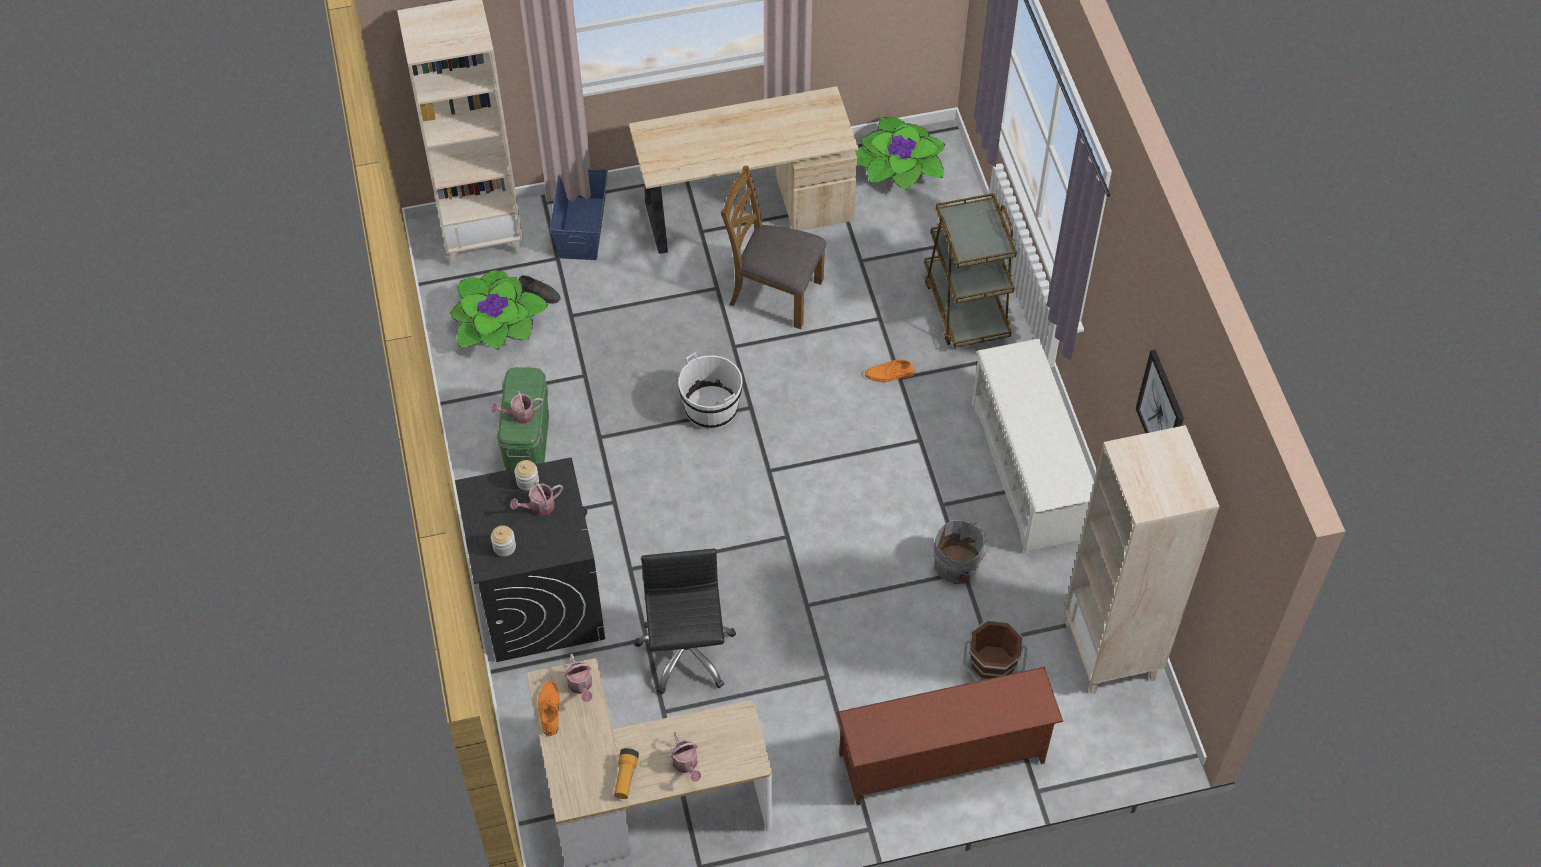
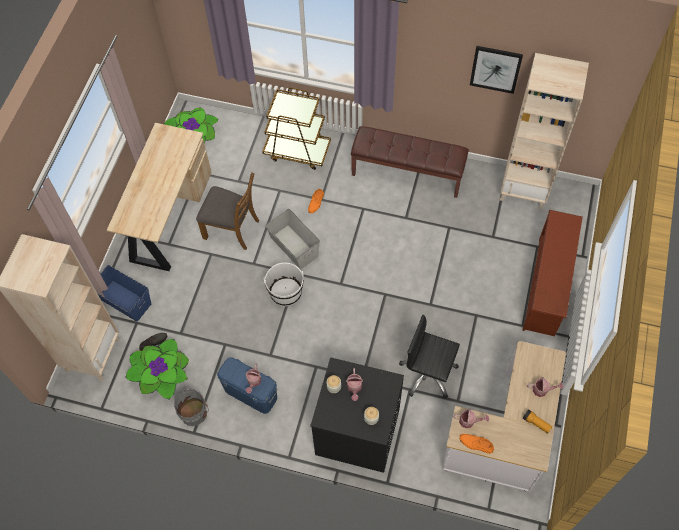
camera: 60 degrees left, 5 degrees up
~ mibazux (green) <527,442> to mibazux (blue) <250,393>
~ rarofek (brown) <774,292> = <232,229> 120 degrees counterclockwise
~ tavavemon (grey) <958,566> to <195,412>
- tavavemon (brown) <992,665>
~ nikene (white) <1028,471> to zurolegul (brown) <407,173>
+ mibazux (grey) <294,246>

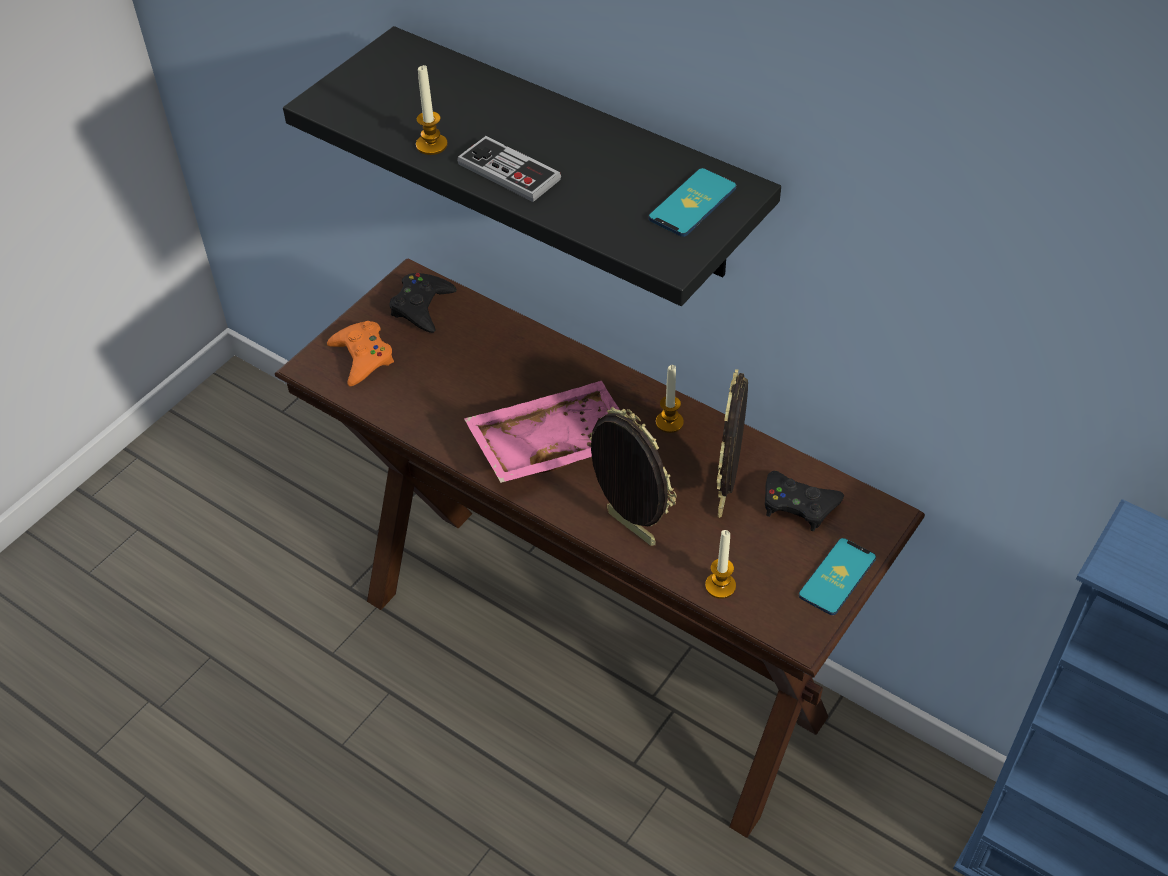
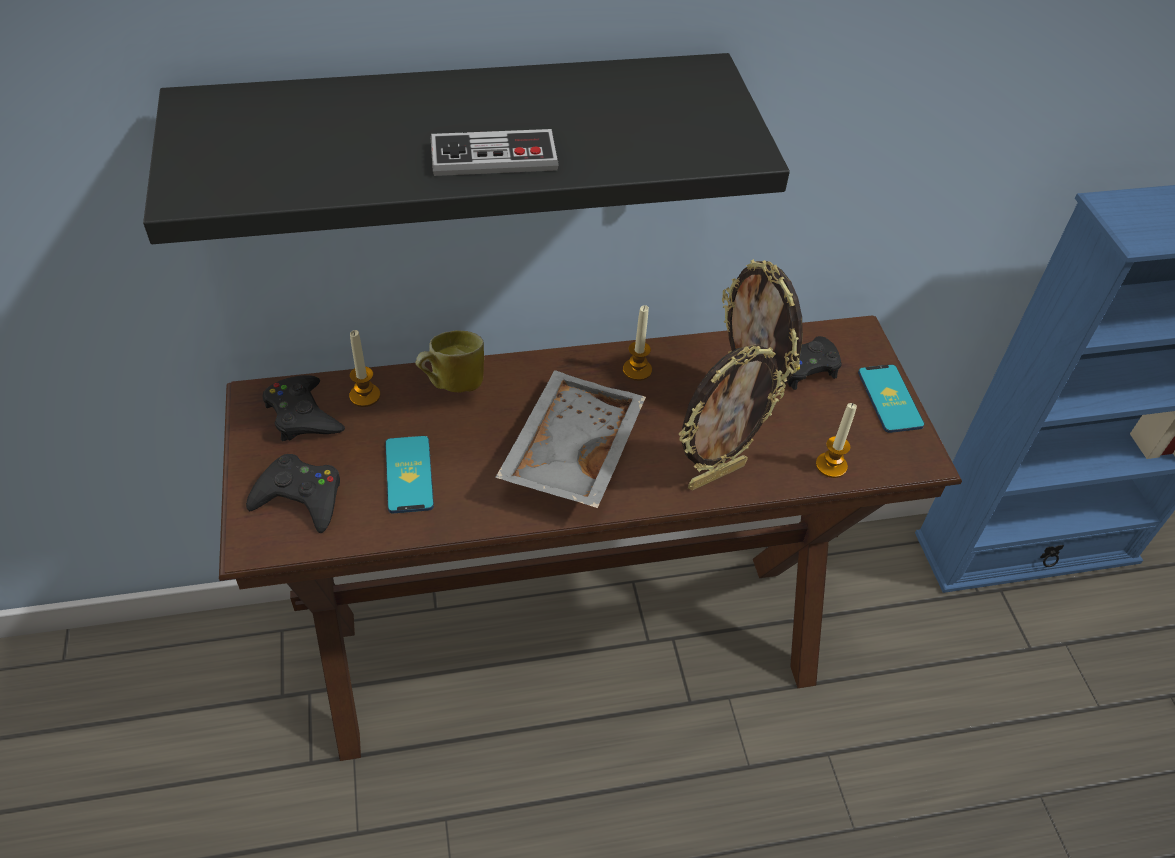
camera: 50 degrees left, 0 degrees up
~ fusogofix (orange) <362,357> to fusogofix (black) <300,498>
~ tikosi <431,145> to <365,396>
~ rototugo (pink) <552,443> to rototugo (grey) <570,451>
~ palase <628,529> = <715,474> 150 degrees clockwise
~ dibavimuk <692,203> to <409,474>
+ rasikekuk <452,384>

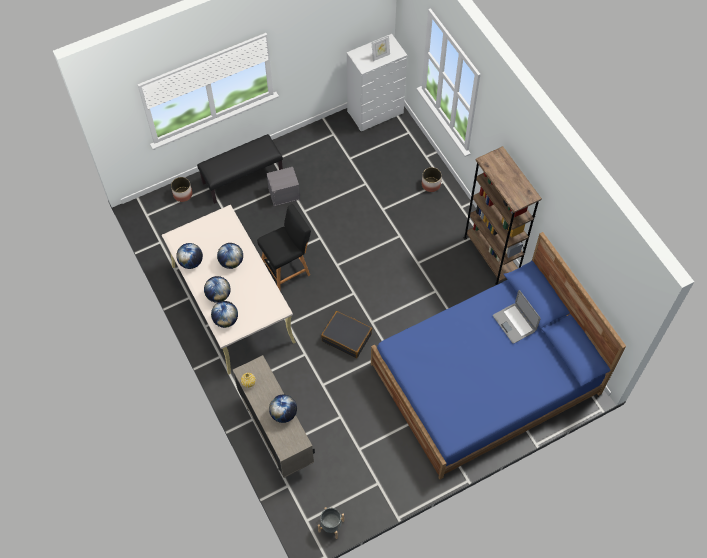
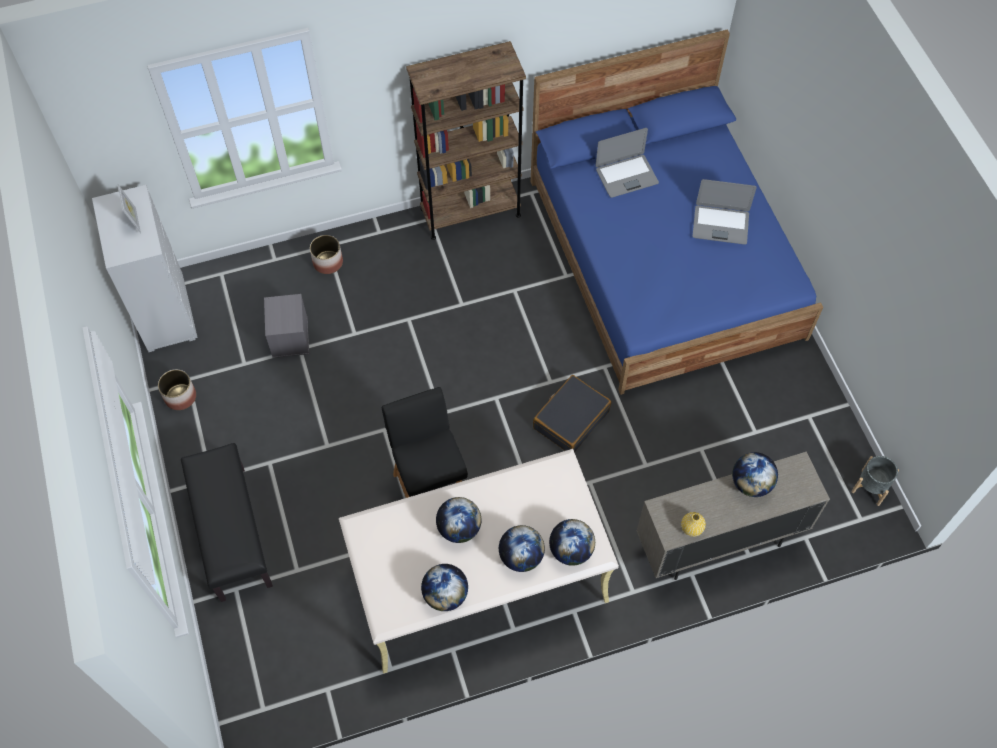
camera: 80 degrees left, 0 degrees up
~ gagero <183,194> to <180,397>
~ mibazux (grey) <284,193> to <289,336>
+ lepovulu <720,224>

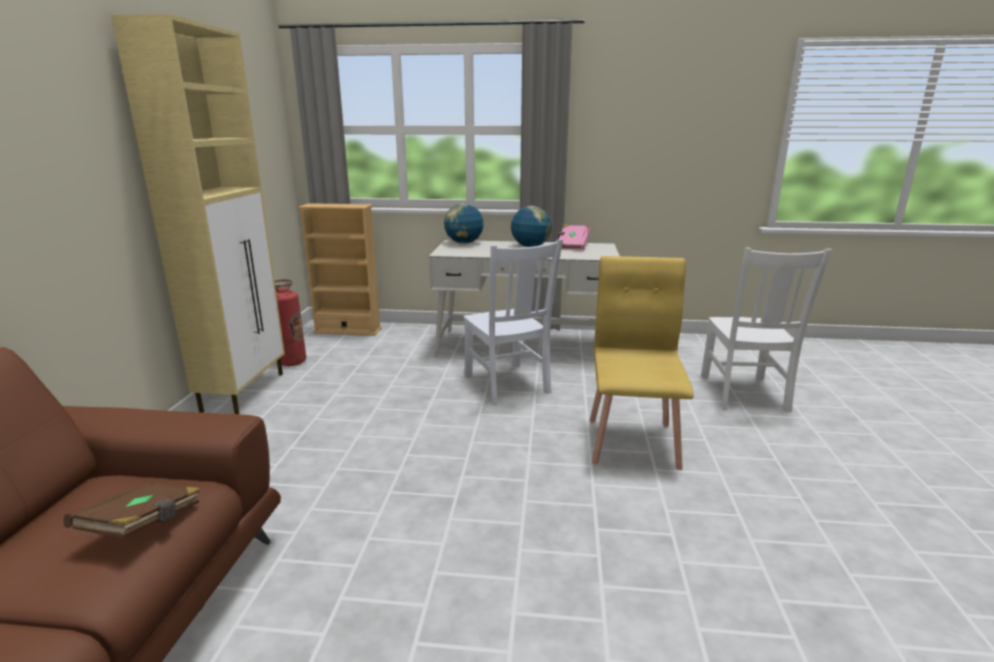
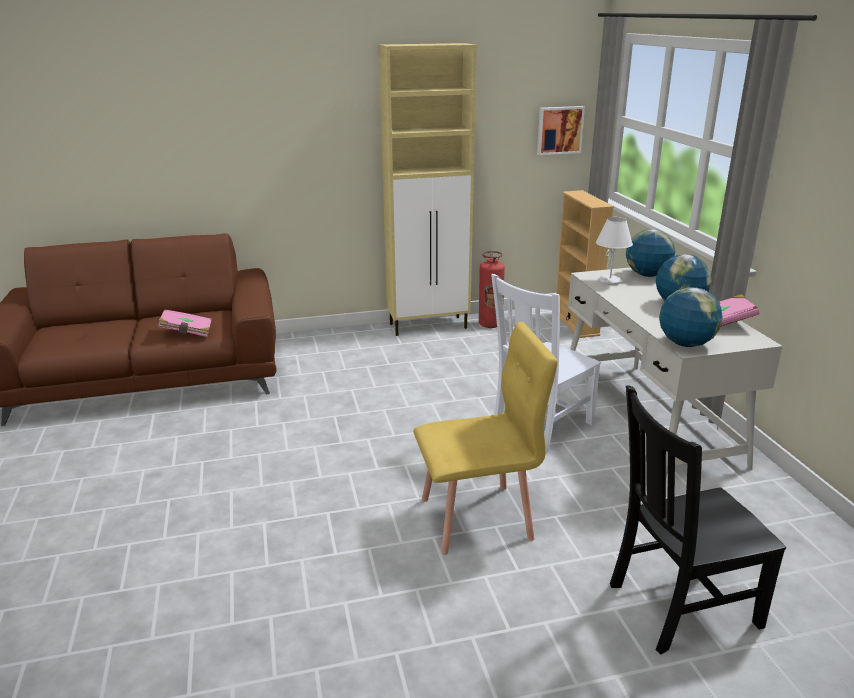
camera: 70 degrees right, 5 degrees up
~ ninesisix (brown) <144,525> to ninesisix (pink) <187,332>
~ rarofek (white) <744,394> to rarofek (black) <679,605>
+ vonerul <559,130>
+ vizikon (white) <610,281>
+ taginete <685,344>

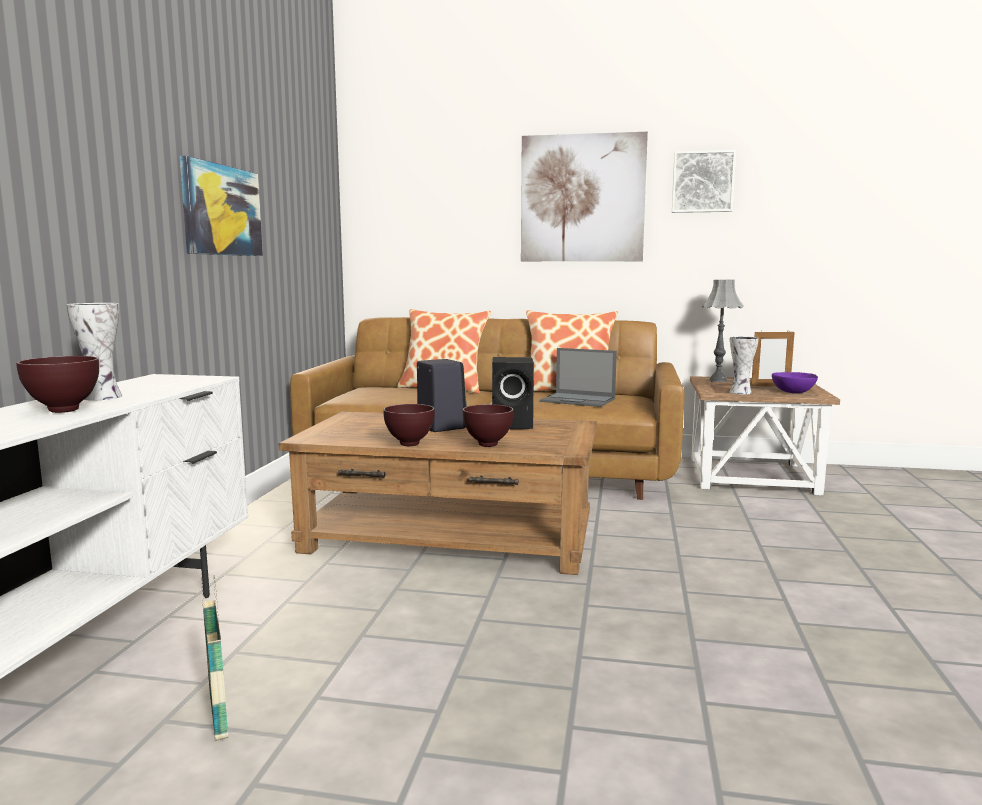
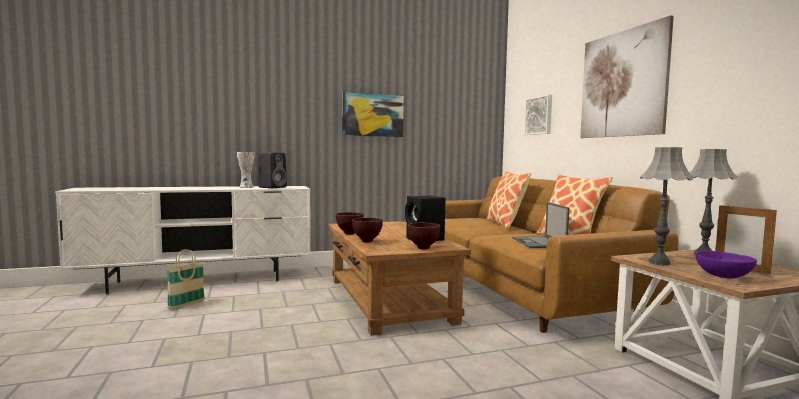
camera: 60 degrees right, 5 degrees down
~ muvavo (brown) <62,411> to <422,248>
~ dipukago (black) <440,427> to <273,187>
~ vonerul <702,182> to <539,115>
~ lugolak <740,392> to vizikon (grey) <659,263>

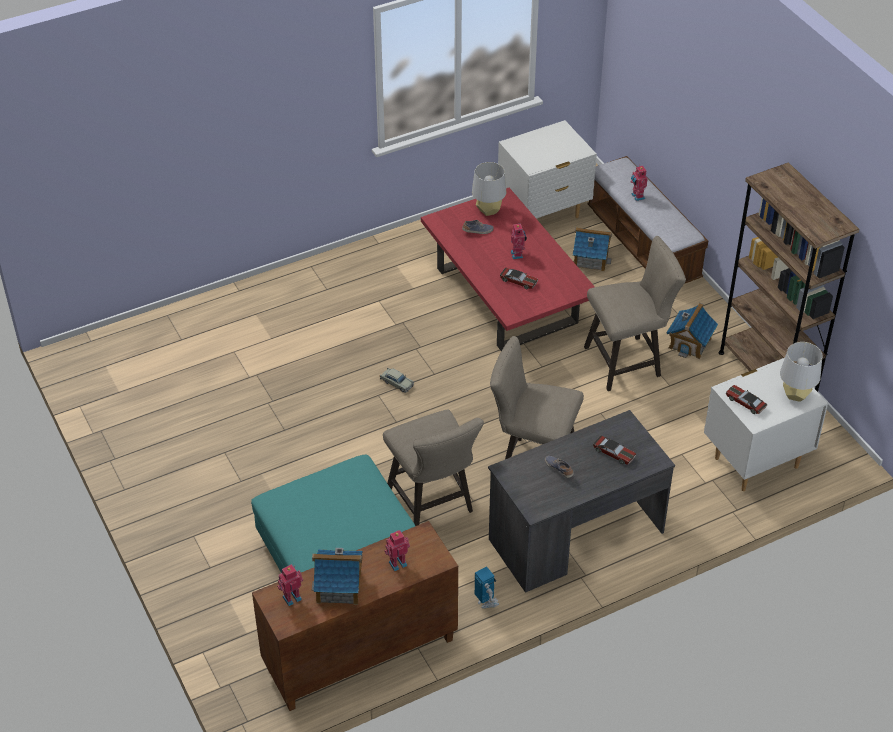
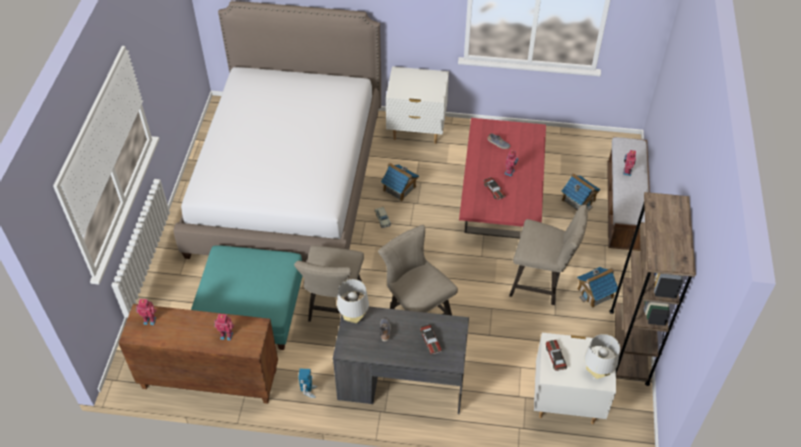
camera: 35 degrees right, 5 degrees up
~ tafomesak <339,587> to <399,189>
~ vizikon (grey) <488,211> to <353,317>
~ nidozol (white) <543,214> to <416,131>
+ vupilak <288,181>

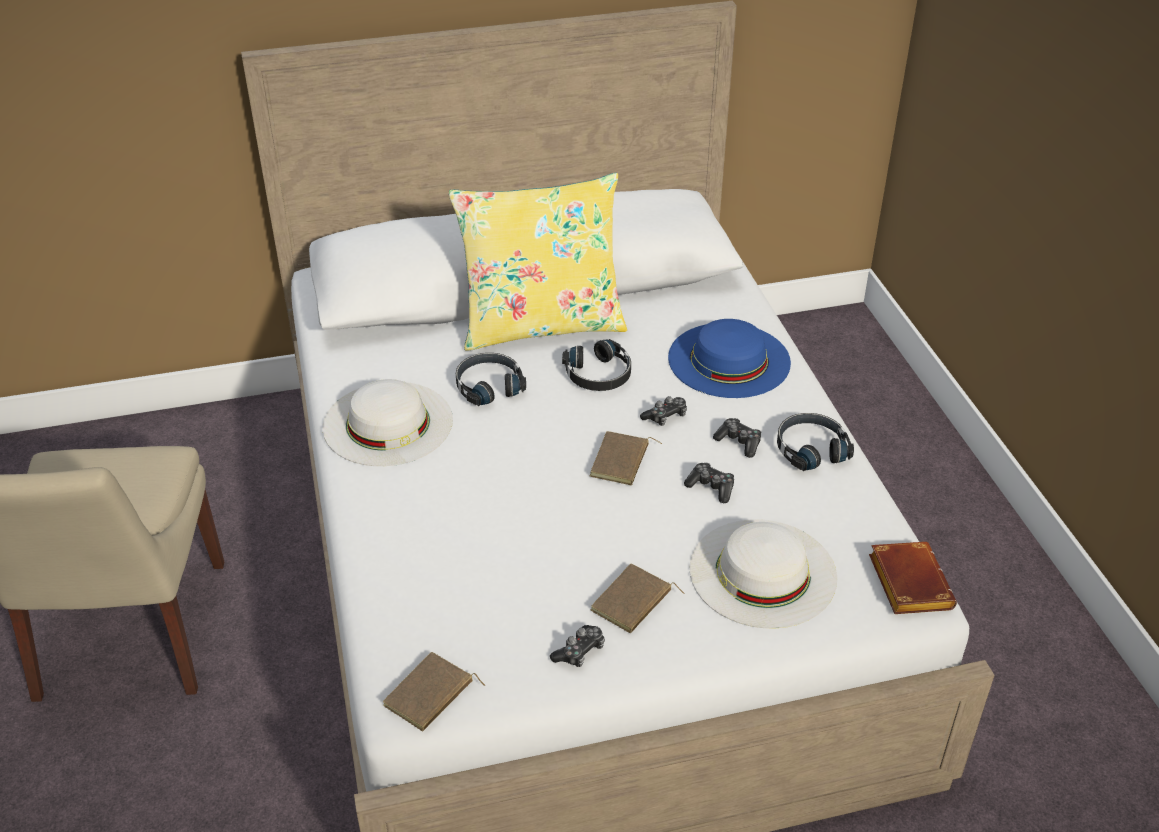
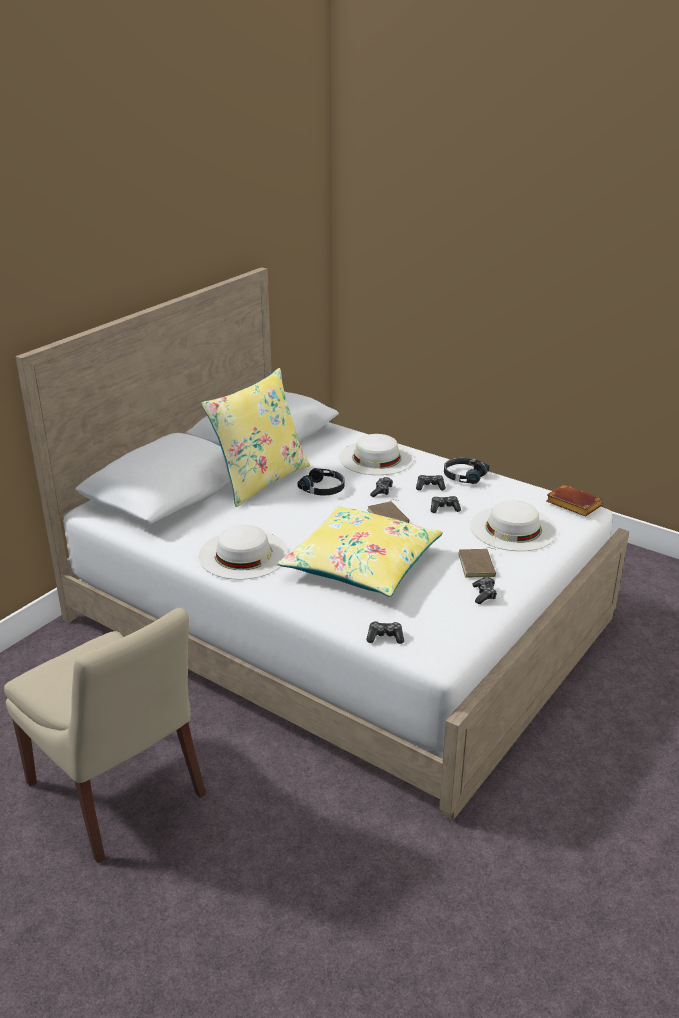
camera: 40 degrees left, 10 degrees down
- ninesisix (brown) <430,696>
- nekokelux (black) <488,386>
~ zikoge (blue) <729,359> to zikoge (white) <376,457>
+ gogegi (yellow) <361,564>
+ fusogofix <385,637>

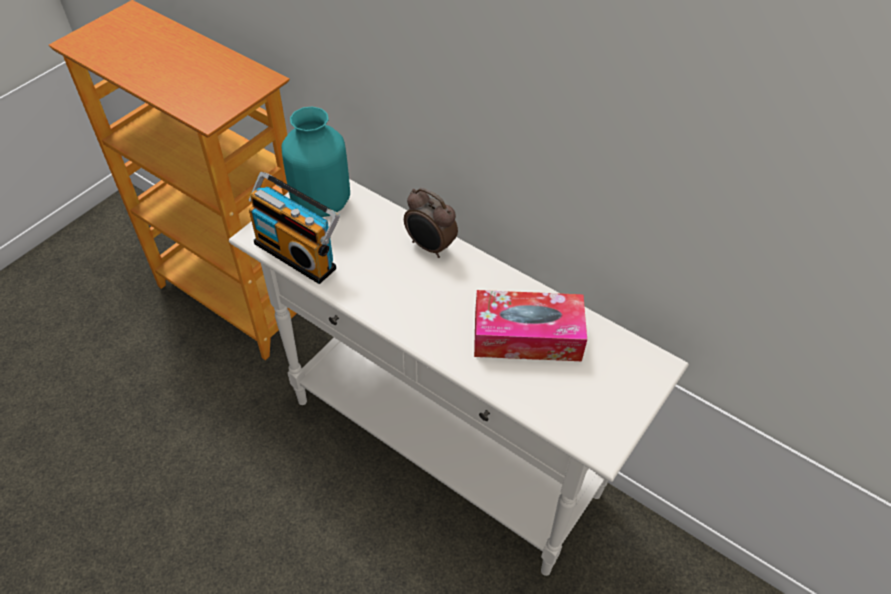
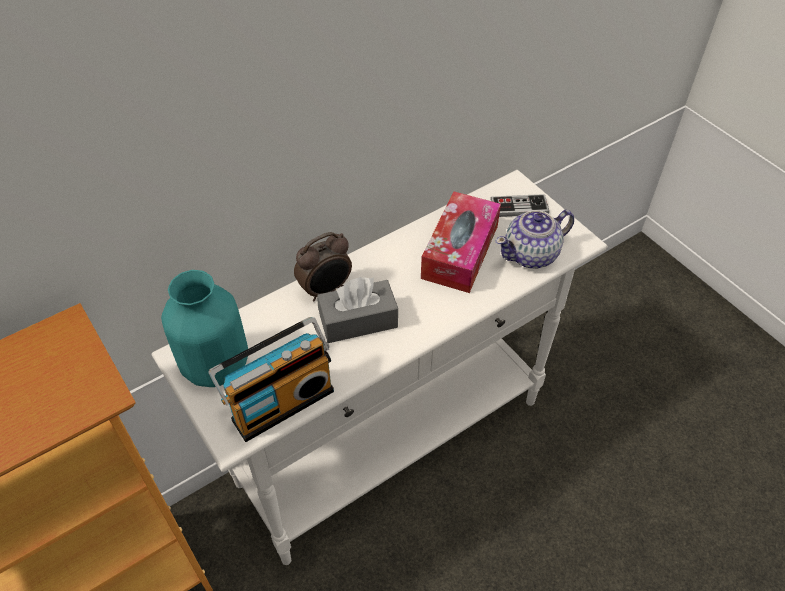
camera: 70 degrees left, 0 degrees up
+ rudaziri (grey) <358,321>
+ fusogofix <519,207>
+ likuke <531,254>

